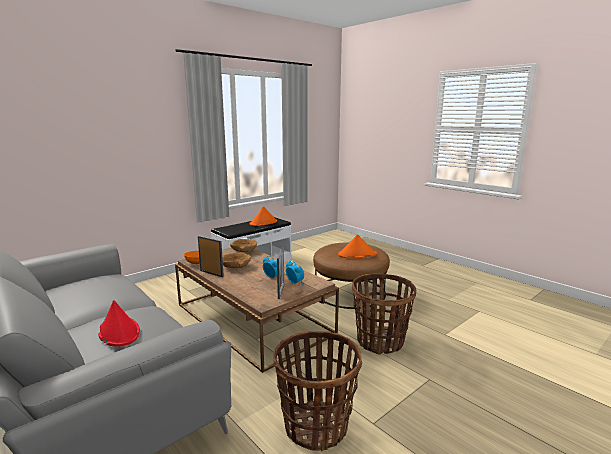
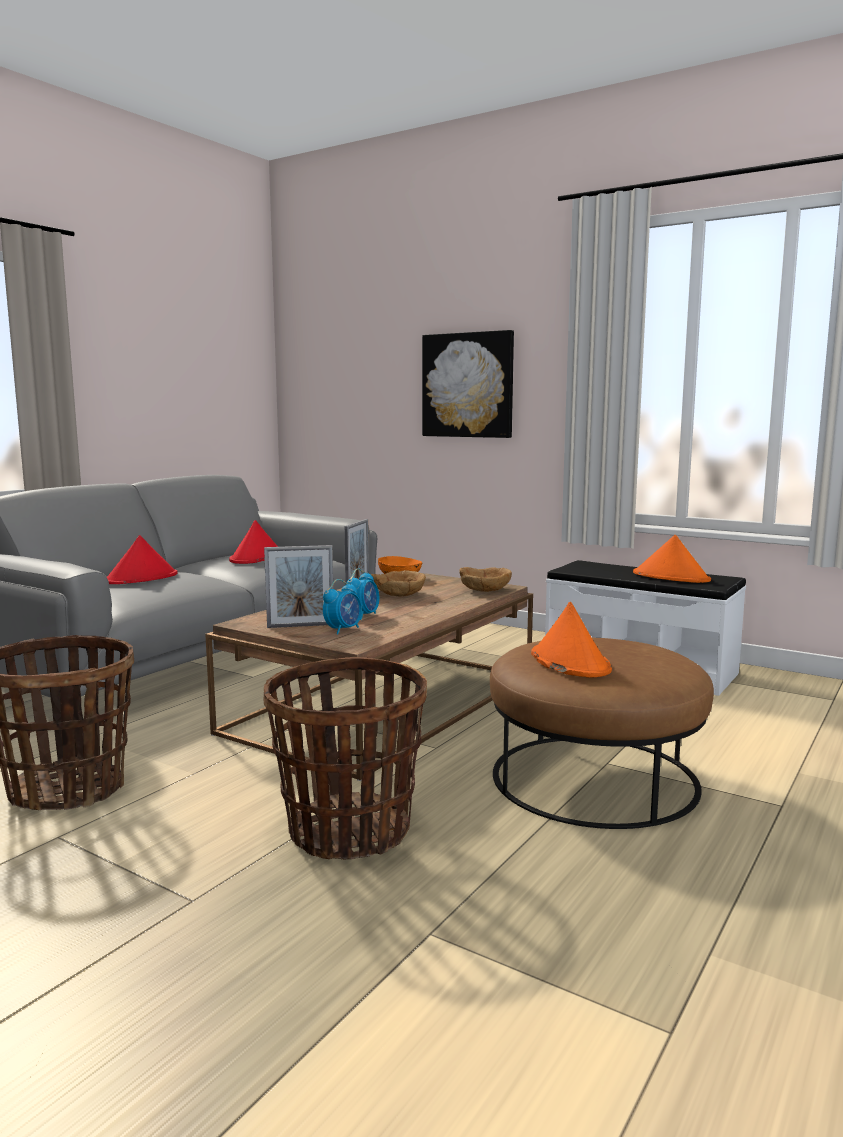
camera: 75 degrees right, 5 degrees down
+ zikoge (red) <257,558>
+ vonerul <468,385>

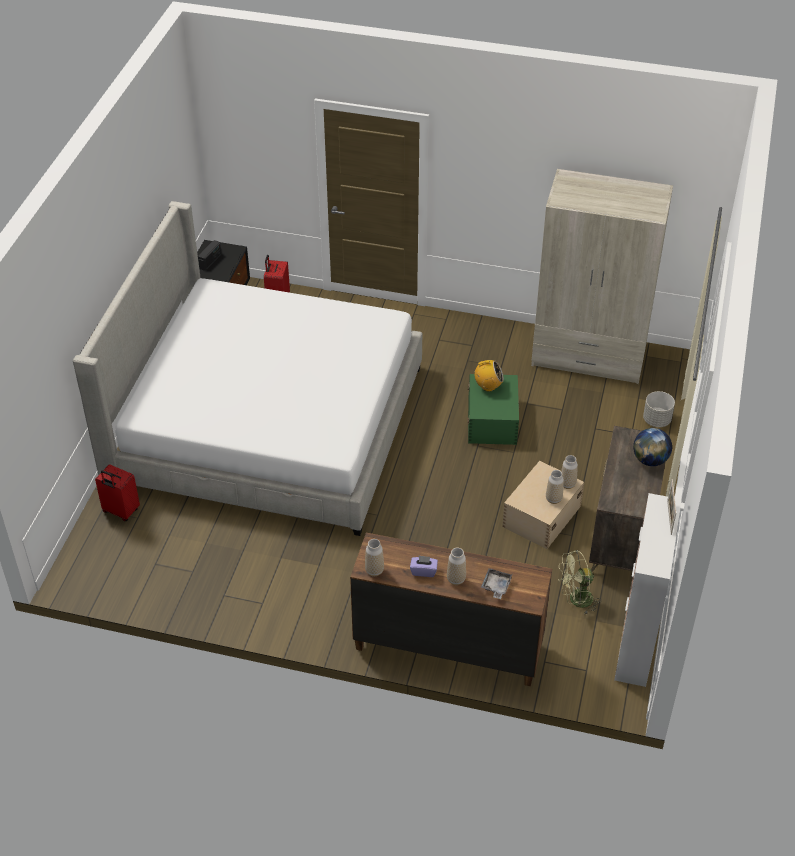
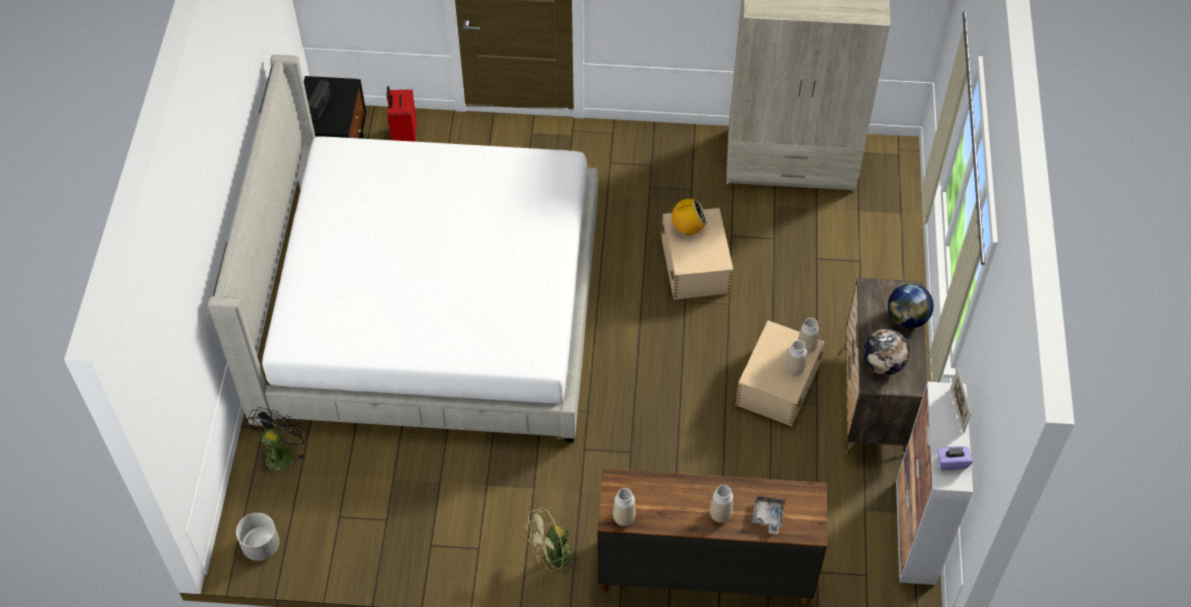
camera: 10 degrees left, 10 degrees up
~ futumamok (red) <120,511> to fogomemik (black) <280,453>
~ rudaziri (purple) <423,571> to <952,462>
~ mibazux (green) <492,420> to mibazux (beige) <695,264>
~ fogomemik (green) <576,600> to <552,558>
~ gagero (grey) <657,420> to <261,546>
+ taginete <883,364>

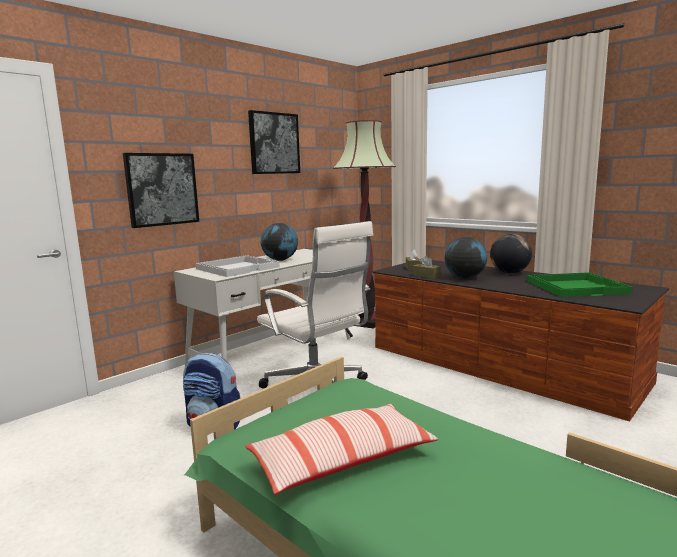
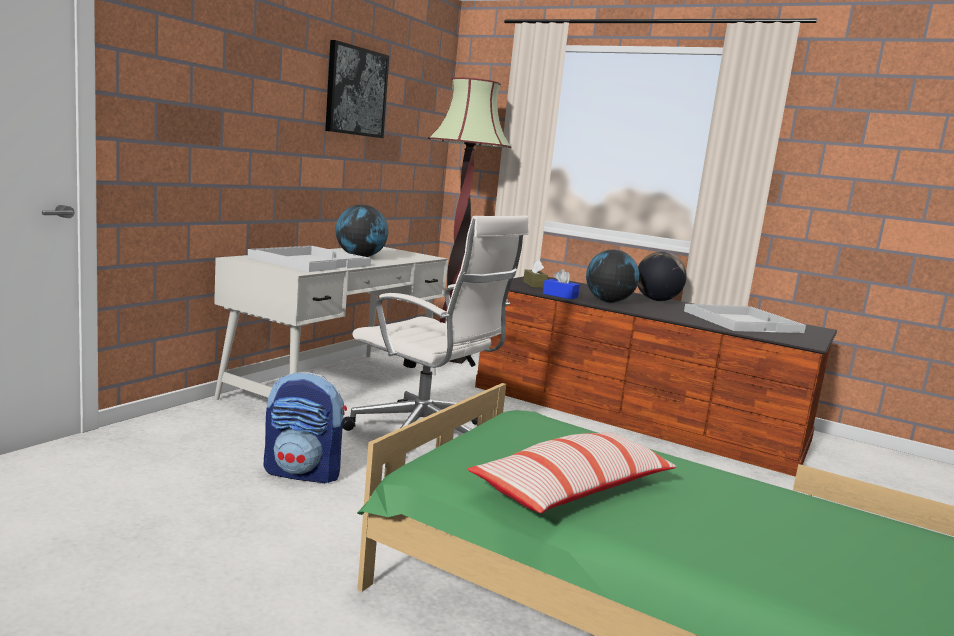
camera: 15 degrees left, 0 degrees up
- vonerul <162,189>
~ rudaziri (brown) <426,276> to rudaziri (blue) <560,295>
~ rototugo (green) <576,287> to rototugo (white) <742,321>

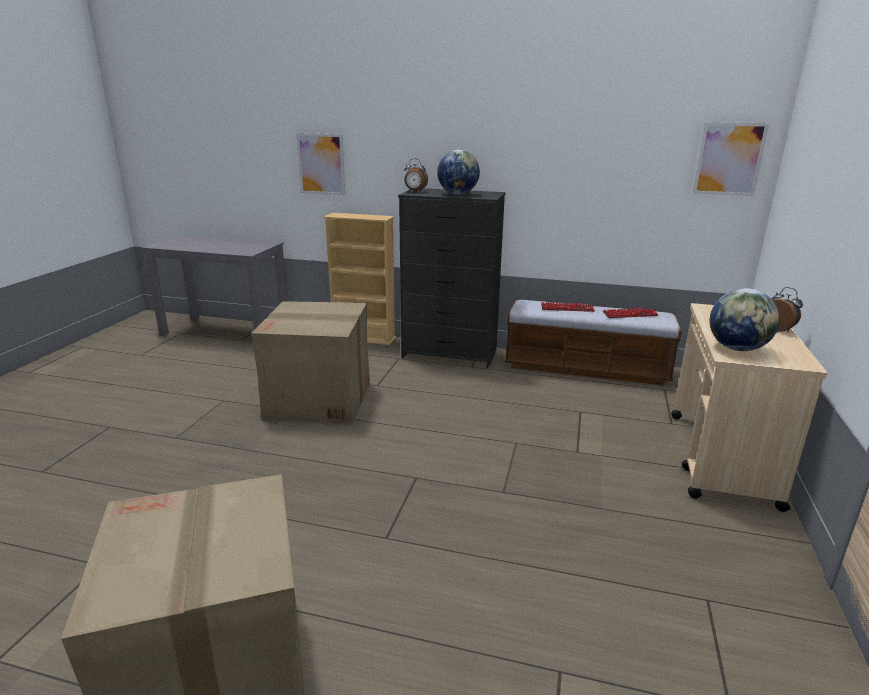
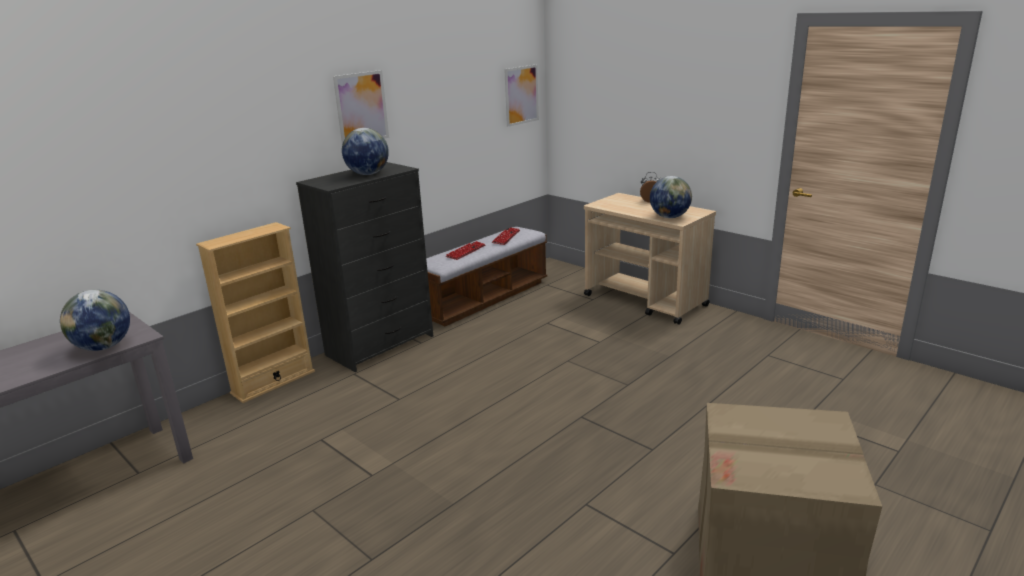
camera: 60 degrees left, 0 degrees up
- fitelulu <320,399>
~ vonerul <321,164> to <361,108>
- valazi <415,191>
+ taginete <103,347>

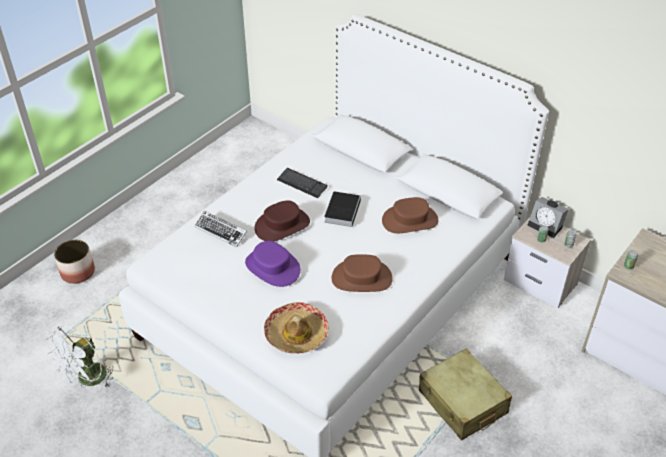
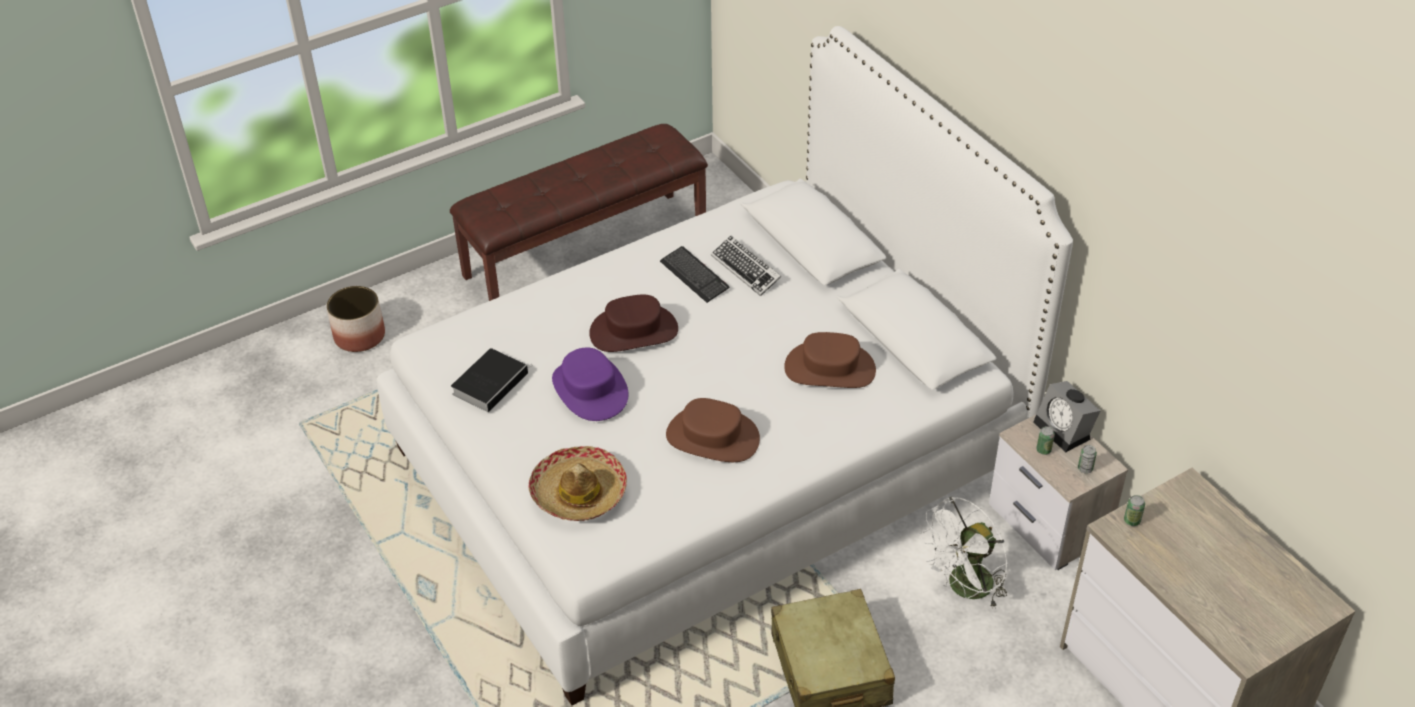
camera: 20 degrees right, 0 degrees up
~ fogomemik (white) <88,380> to <964,589>
~ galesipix <221,231> to <746,269>
~ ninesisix <342,210> to <491,382>
+ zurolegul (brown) <585,251>

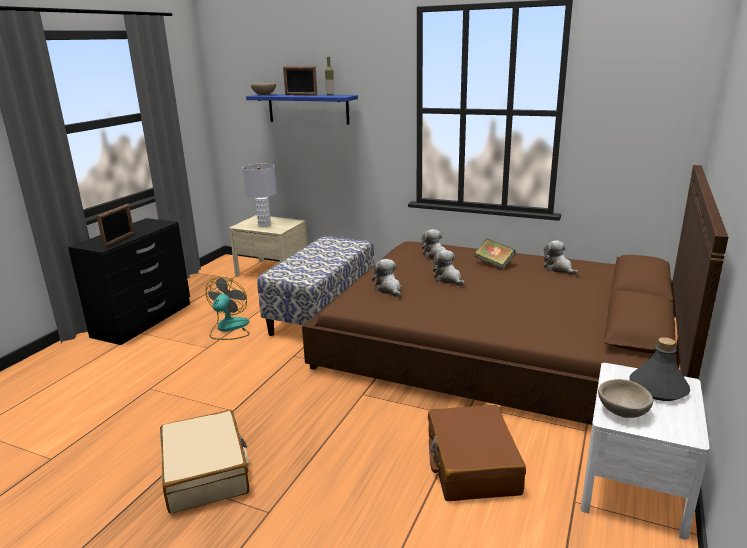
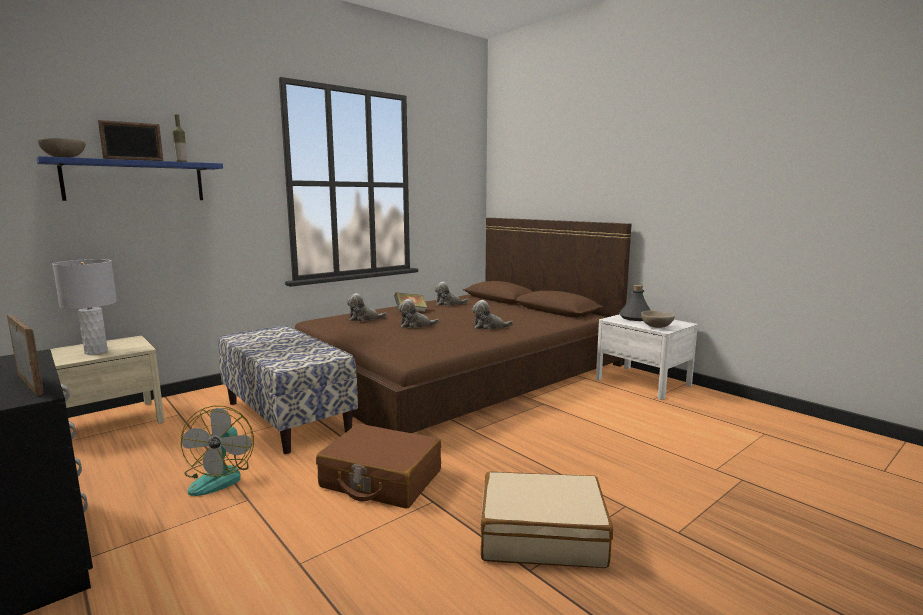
camera: 65 degrees left, 10 degrees down
~ fogomemik <229,329> = <220,476> 135 degrees counterclockwise
~ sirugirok <388,289> to <489,327>
~ futumamok (brown) <471,464> to <381,479>

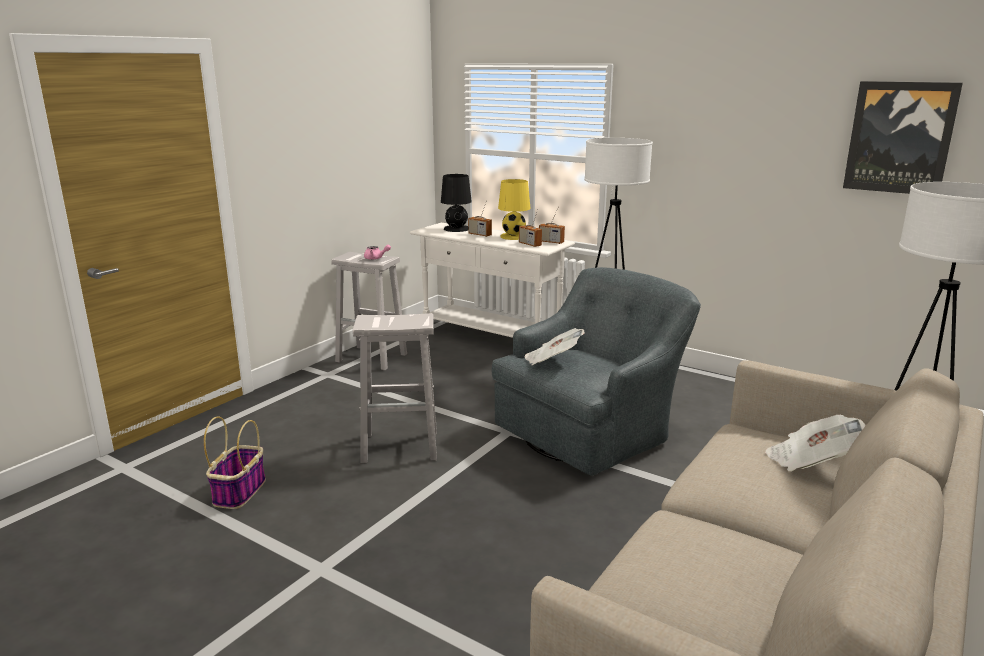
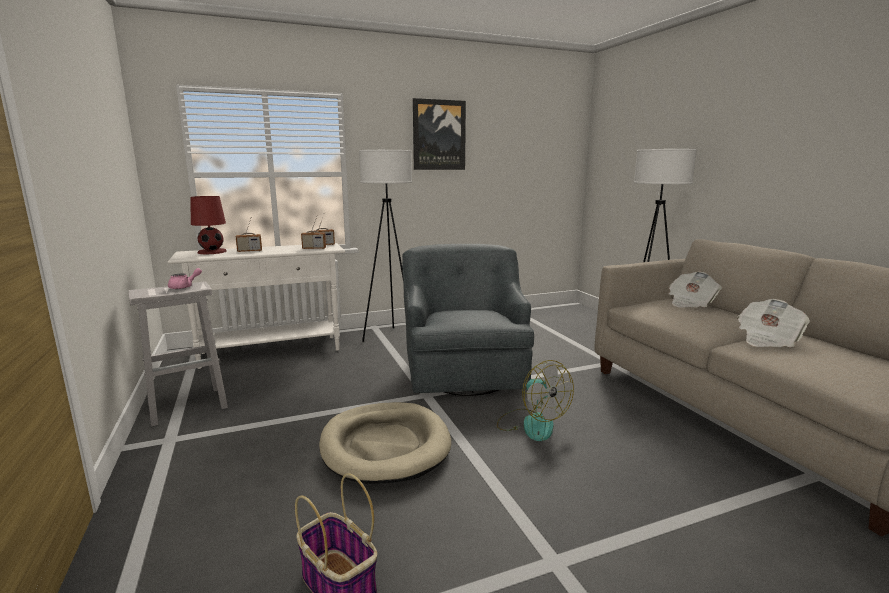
camera: 55 degrees left, 5 degrees down
~ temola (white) <401,447> to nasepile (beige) <385,446>
~ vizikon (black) <456,229> to vizikon (red) <212,252>
- vizikon (yellow) <514,236>
~ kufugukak <552,361> to <767,339>
~ vonerul <899,138> to <439,135>
+ fogomemik <531,424>

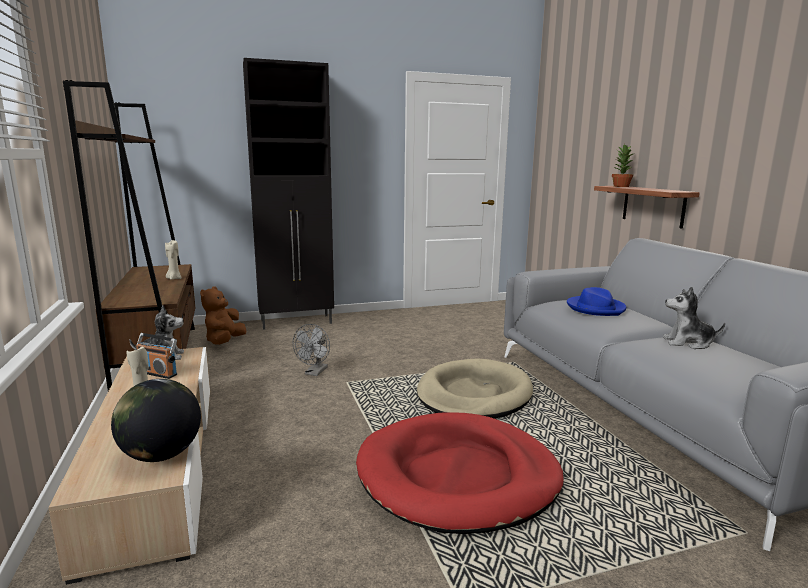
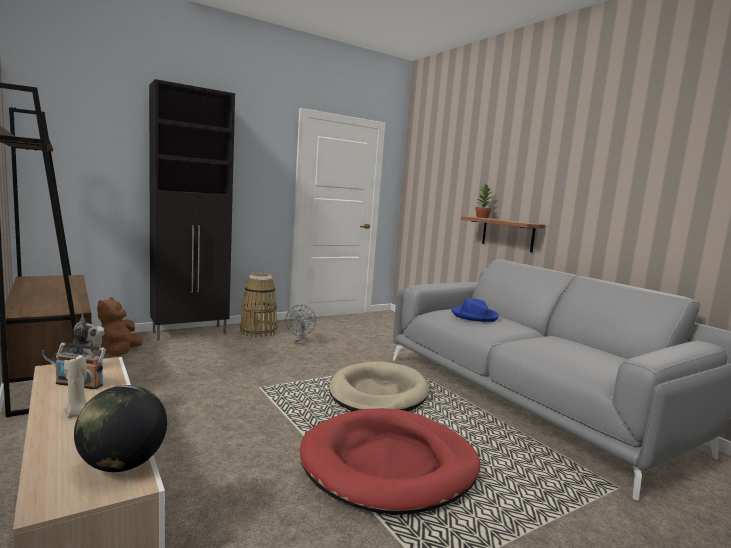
camera: 15 degrees left, 5 degrees down
- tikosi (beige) <174,278>
~ fogomemik (grey) <314,373> to <300,342>
- sirugirok <688,343>
+ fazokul <258,331>

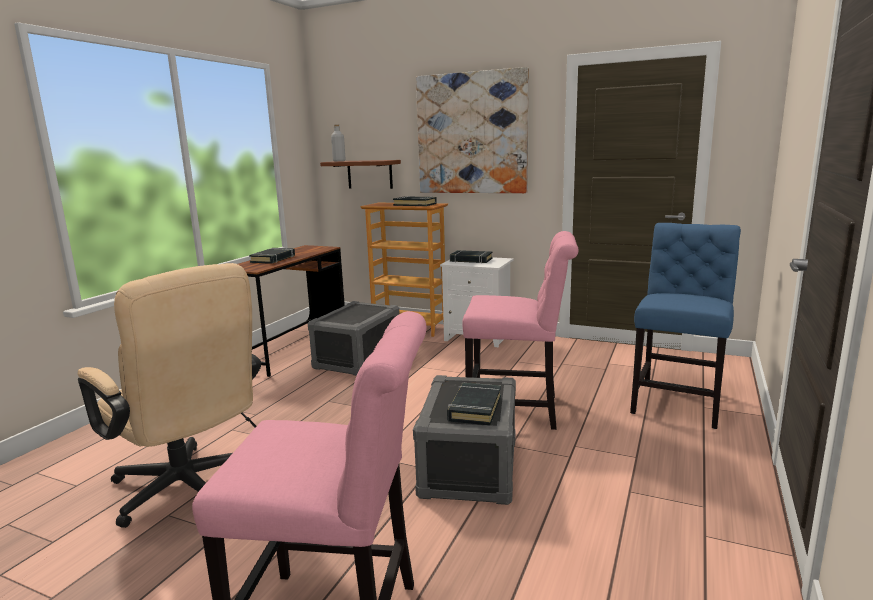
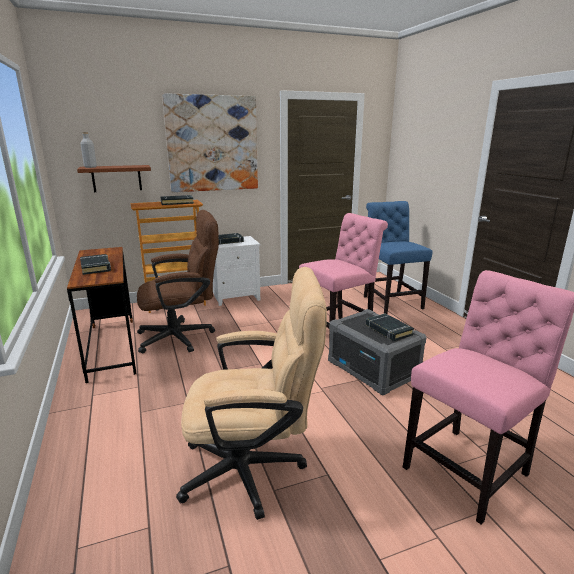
camera: 45 degrees left, 5 degrees up
~ mibazux (grey) <358,359> to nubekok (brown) <183,336>

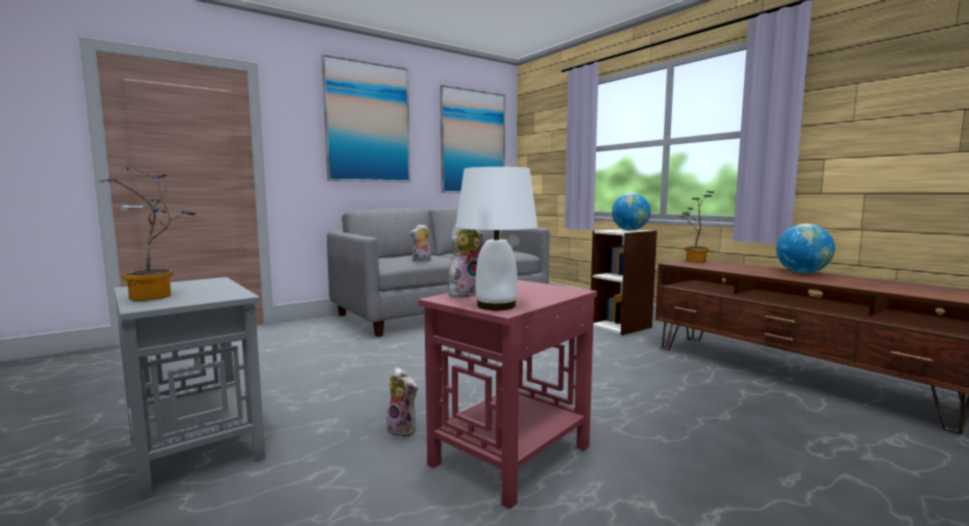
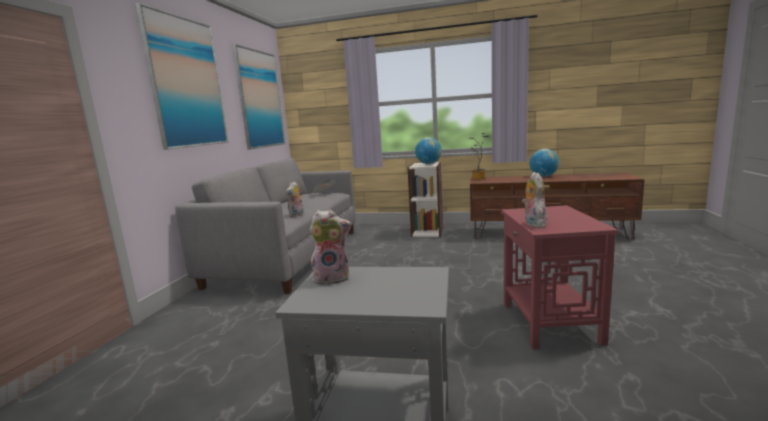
camera: 40 degrees left, 5 degrees up
- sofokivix <156,297>
~ sirugirok <403,429> to <332,278>
- vizikon (white) <495,306>

